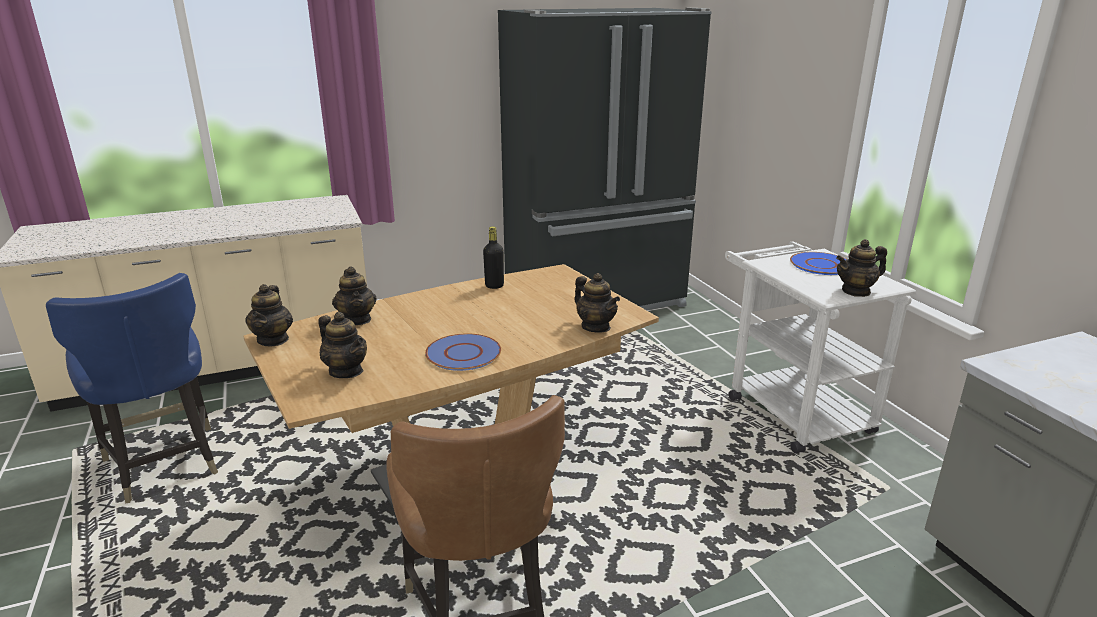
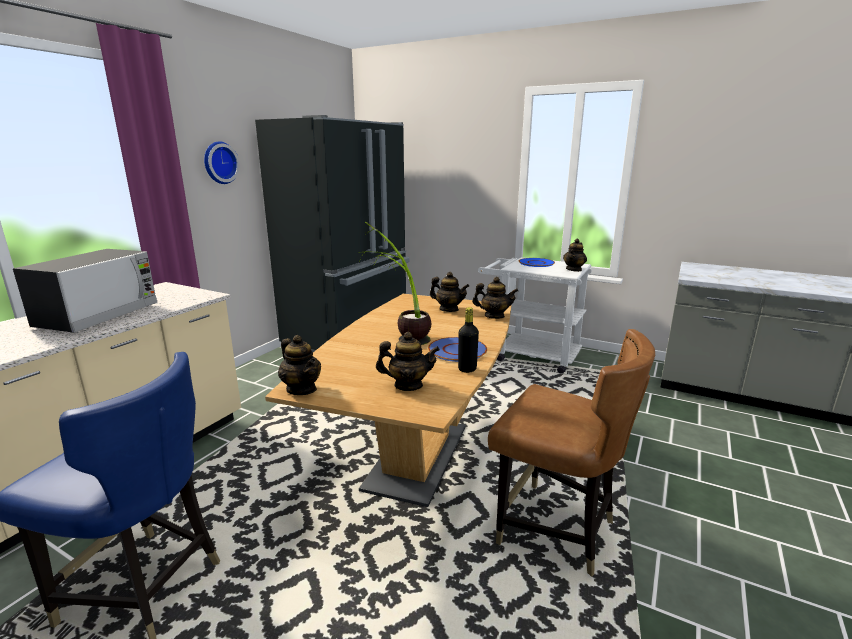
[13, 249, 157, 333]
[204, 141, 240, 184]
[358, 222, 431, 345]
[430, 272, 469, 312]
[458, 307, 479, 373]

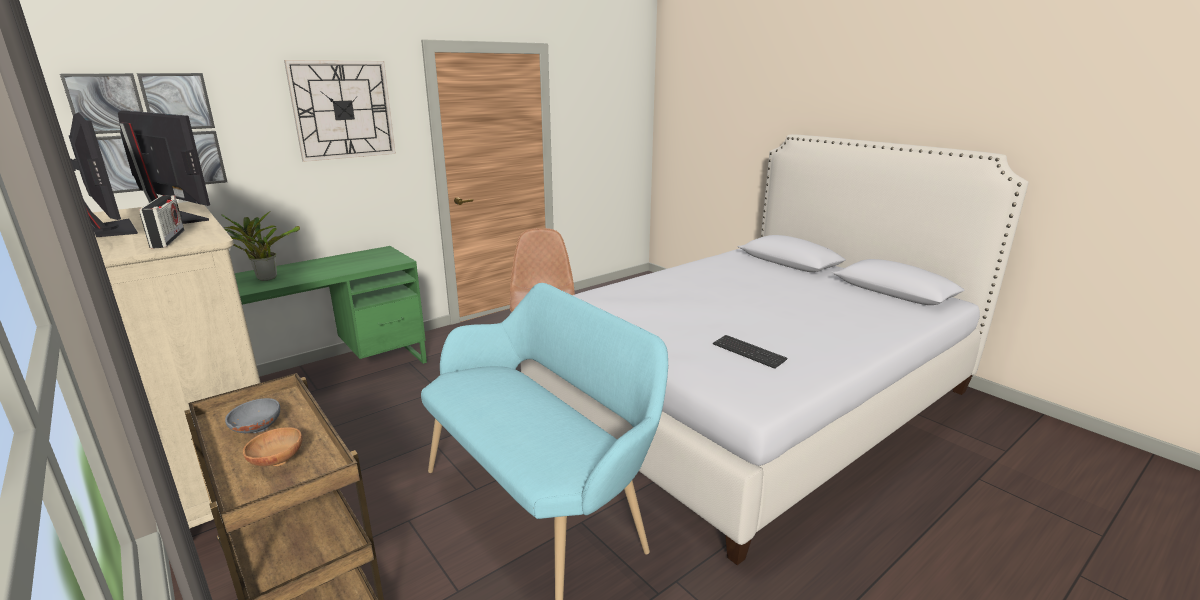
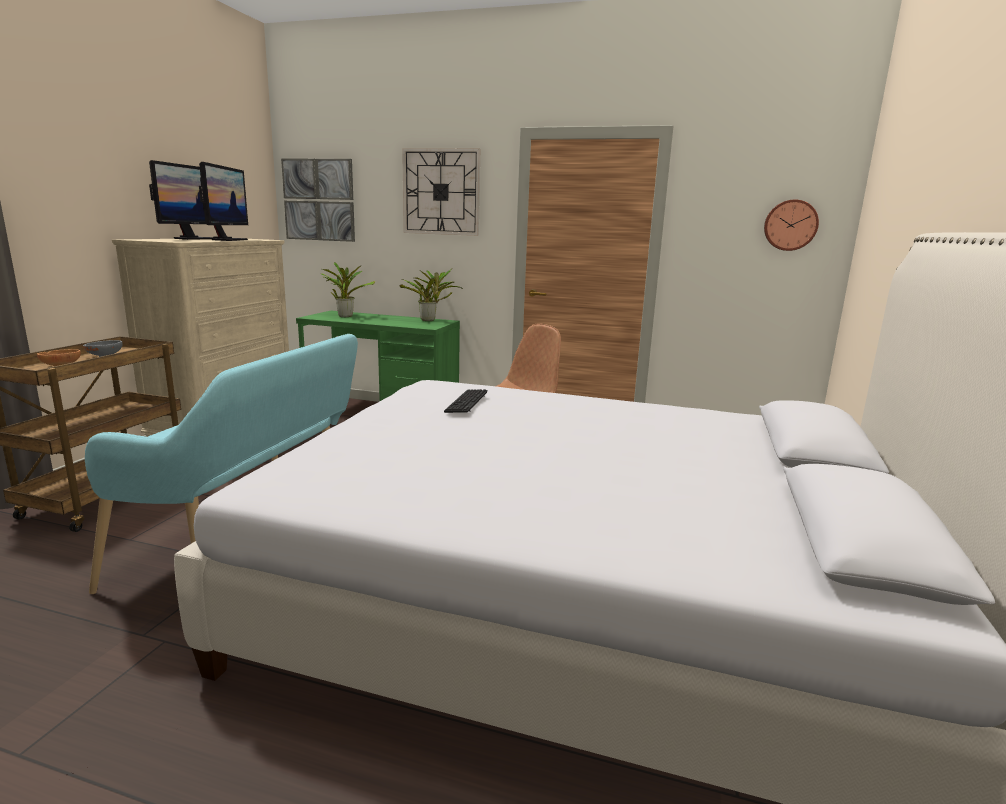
[139, 195, 184, 249] (first image)
[400, 270, 463, 321]
[764, 199, 819, 251]
[444, 389, 488, 413]

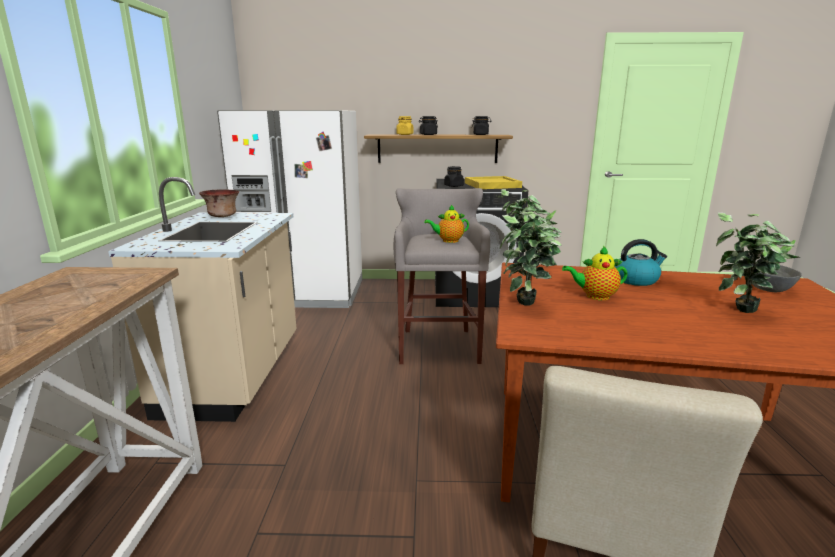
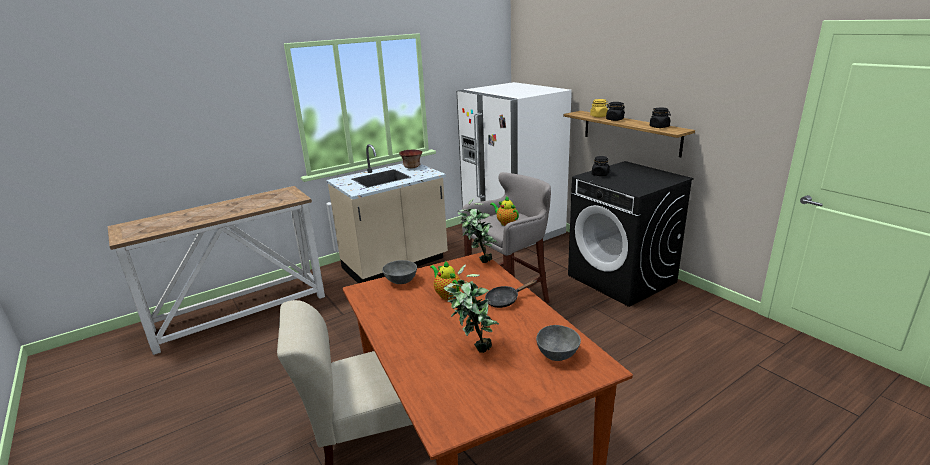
[465, 176, 522, 189] (first image)
[382, 260, 417, 284]
[485, 280, 536, 308]

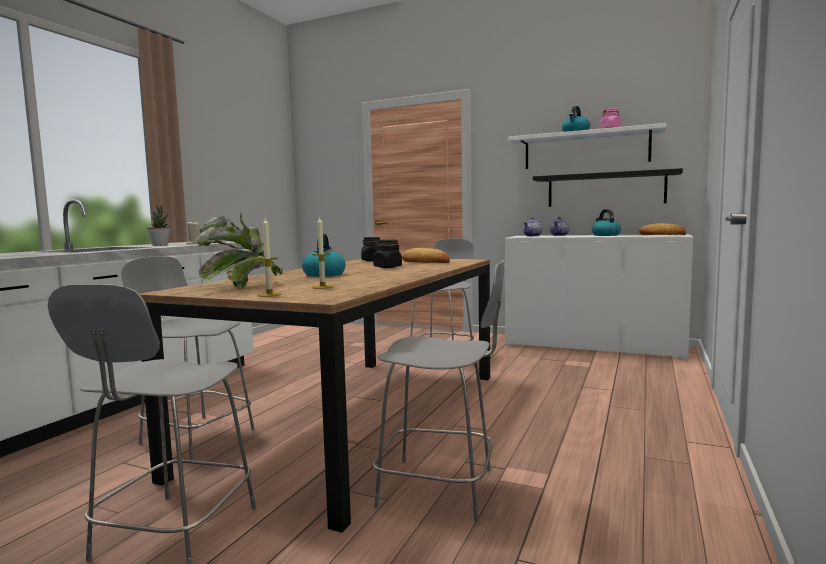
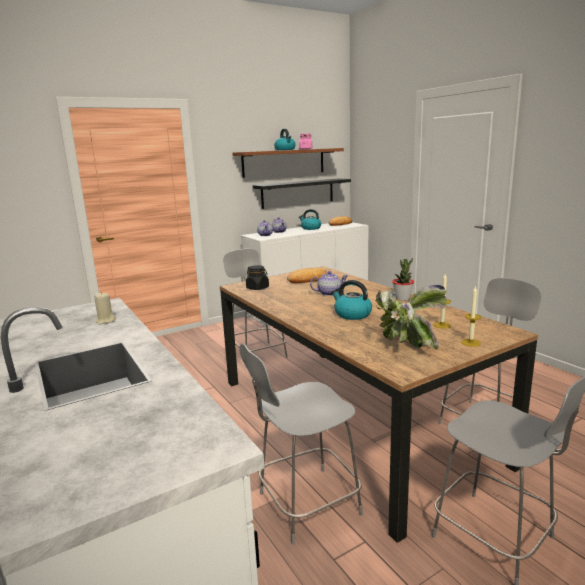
[392, 258, 414, 301]
[310, 271, 348, 296]
[232, 148, 344, 178]

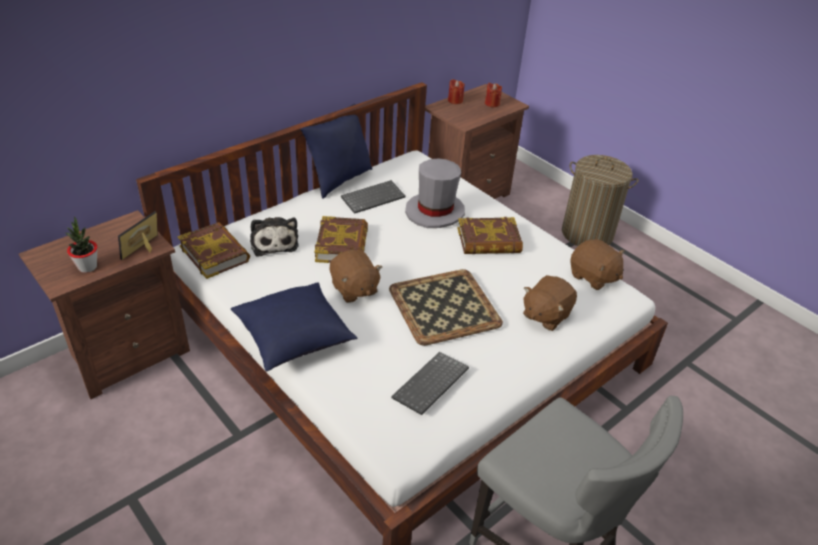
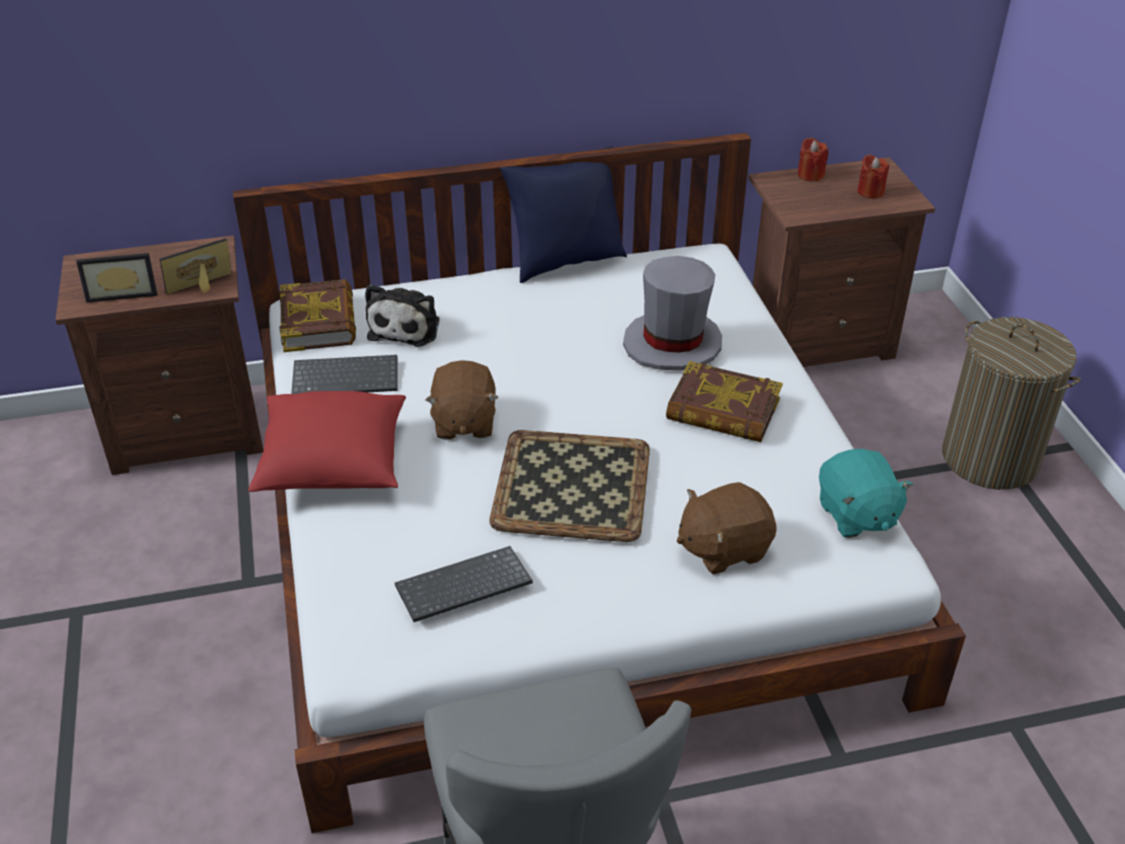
[315, 216, 368, 263] (first image)
[291, 355, 397, 394]
[76, 253, 157, 303]
[248, 391, 406, 492]
[819, 449, 913, 538]

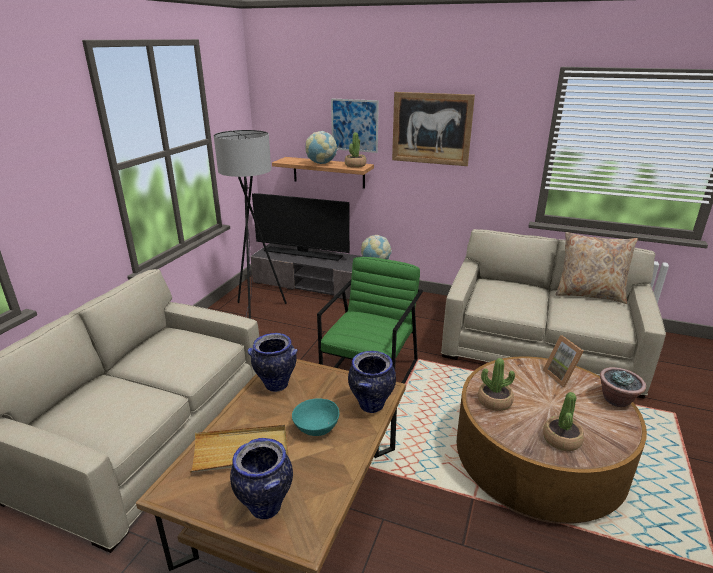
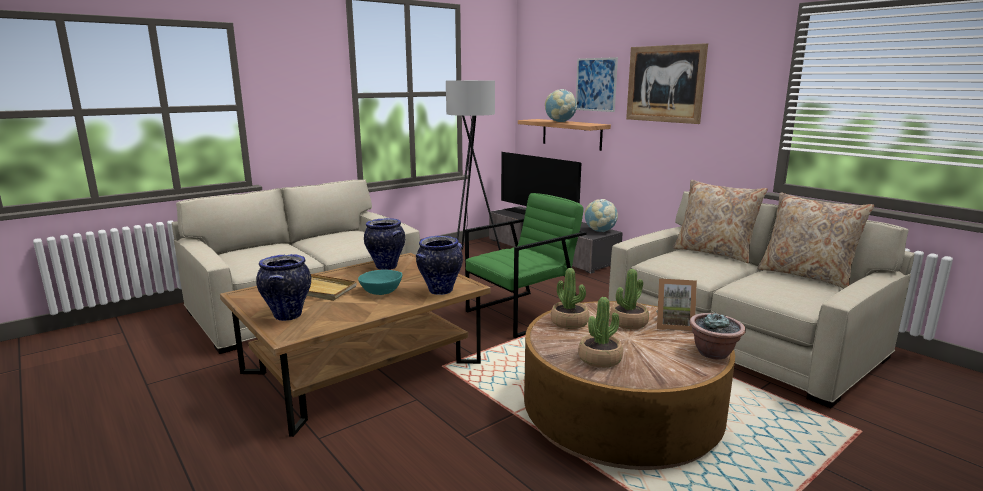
[673, 180, 768, 263]
[610, 269, 649, 329]
[656, 278, 697, 331]

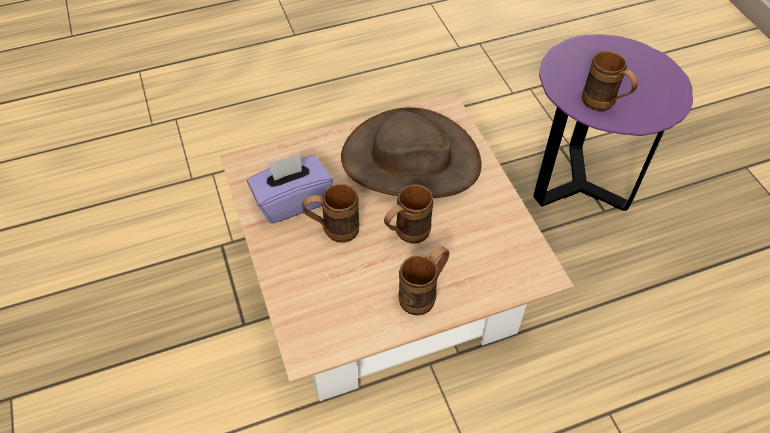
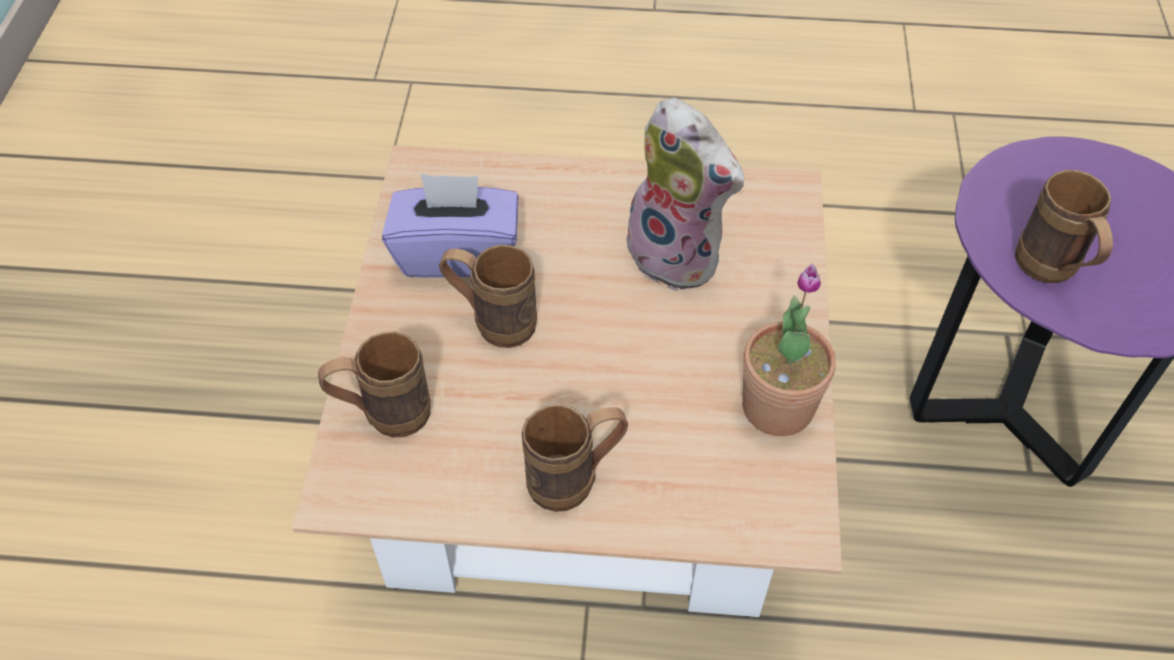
[742, 264, 836, 436]
[318, 331, 431, 437]
[618, 98, 744, 291]

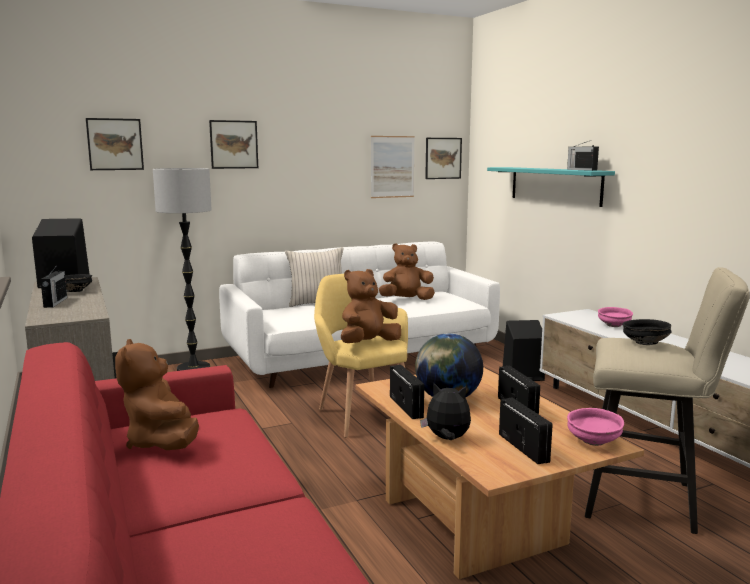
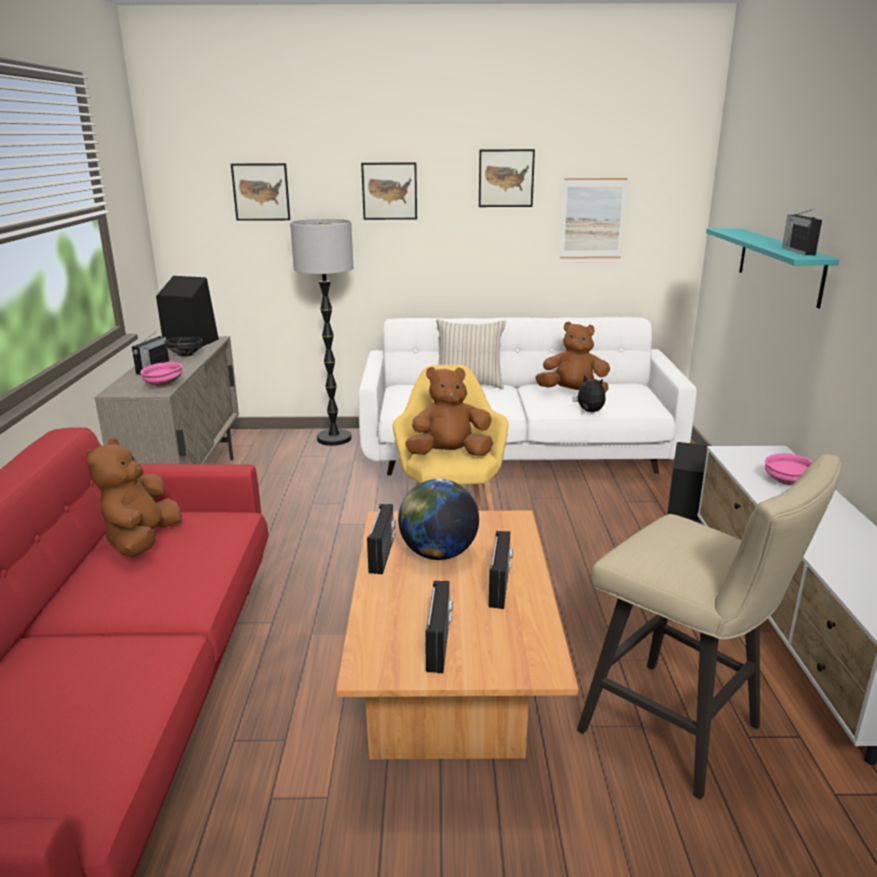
[622, 319, 672, 345] (first image)
[572, 374, 606, 412]
[479, 149, 535, 207]
[140, 362, 183, 387]

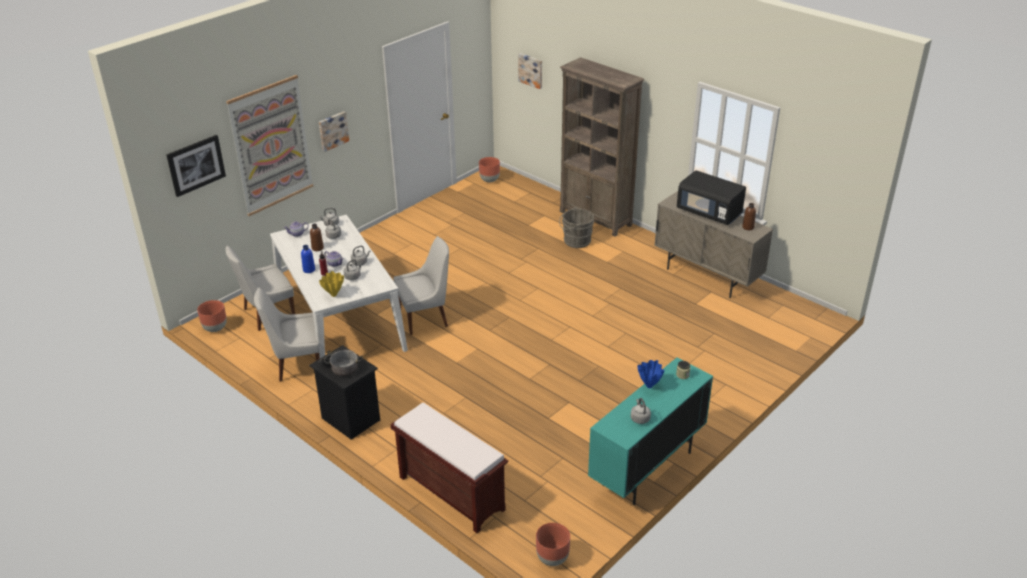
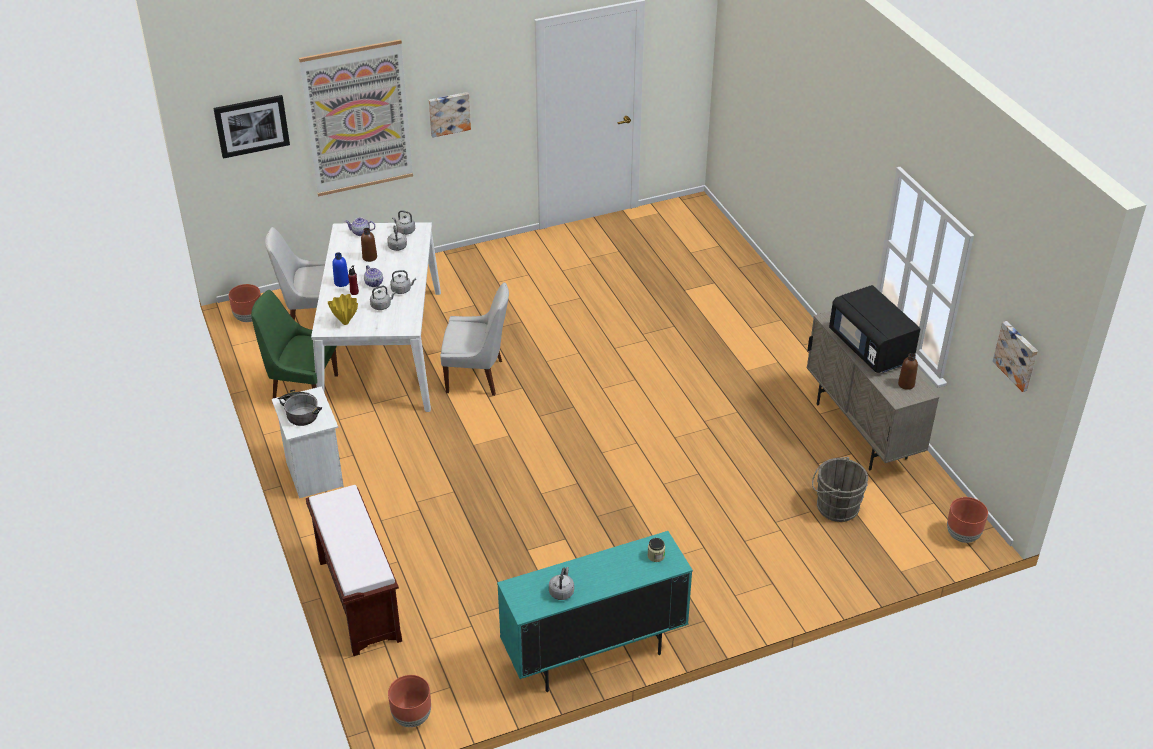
[560, 57, 644, 236] (first image)
[637, 360, 665, 388] (first image)
[947, 497, 988, 543]
[993, 321, 1038, 392]
[812, 457, 868, 522]
[251, 290, 338, 398]
[272, 386, 344, 498]

